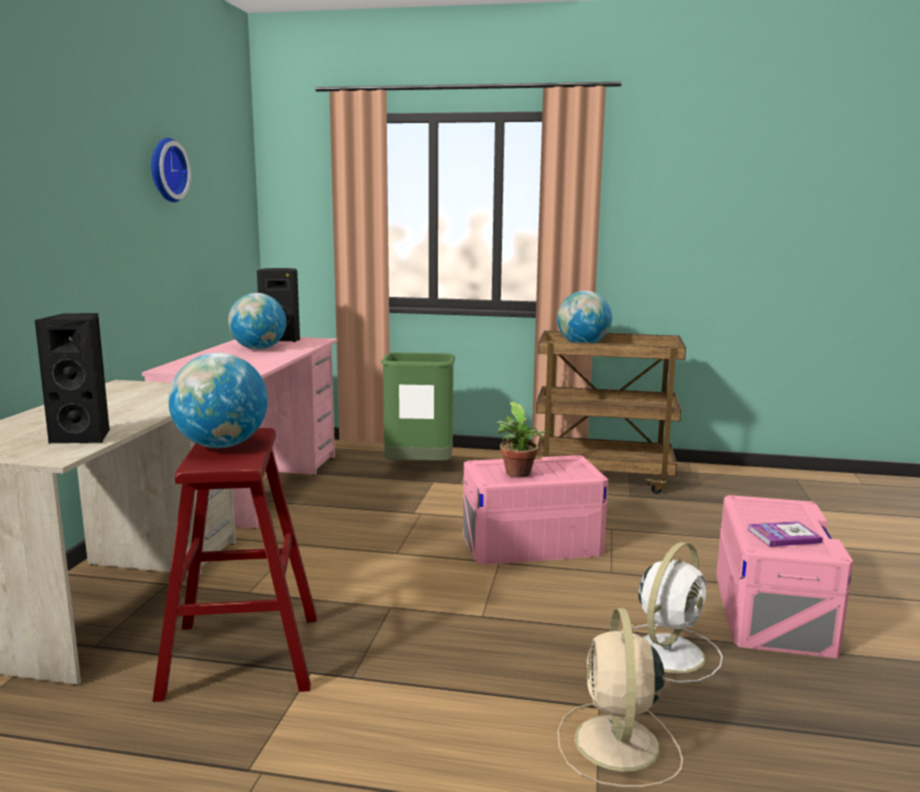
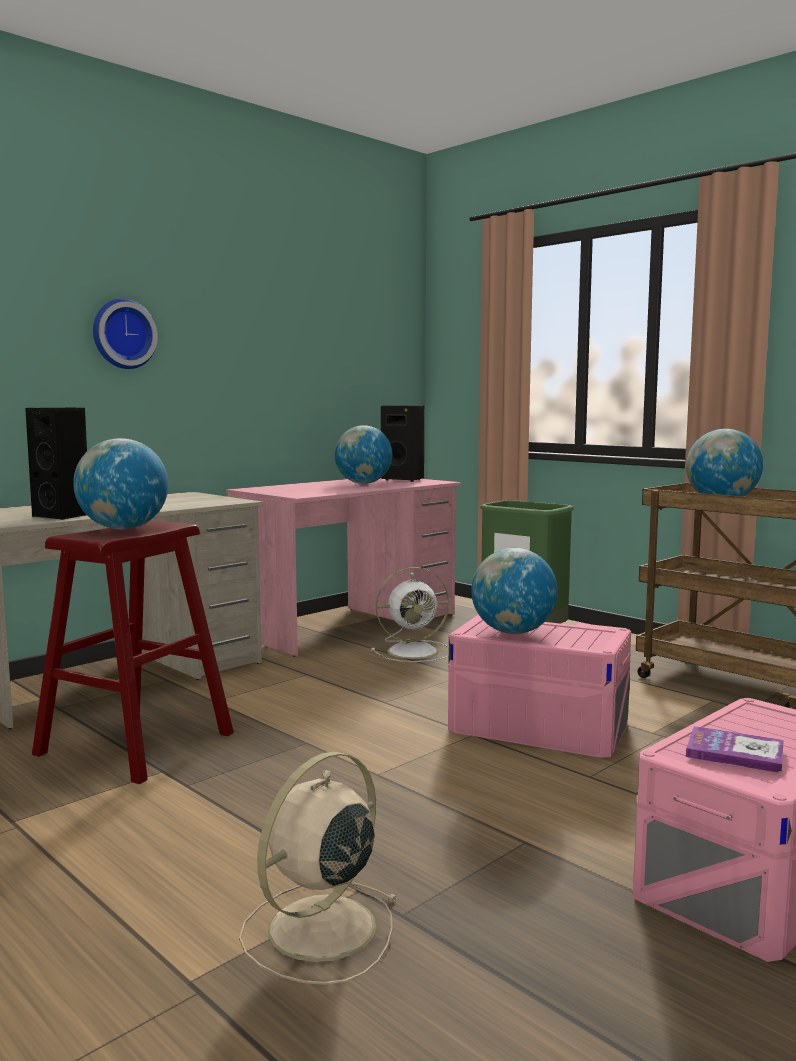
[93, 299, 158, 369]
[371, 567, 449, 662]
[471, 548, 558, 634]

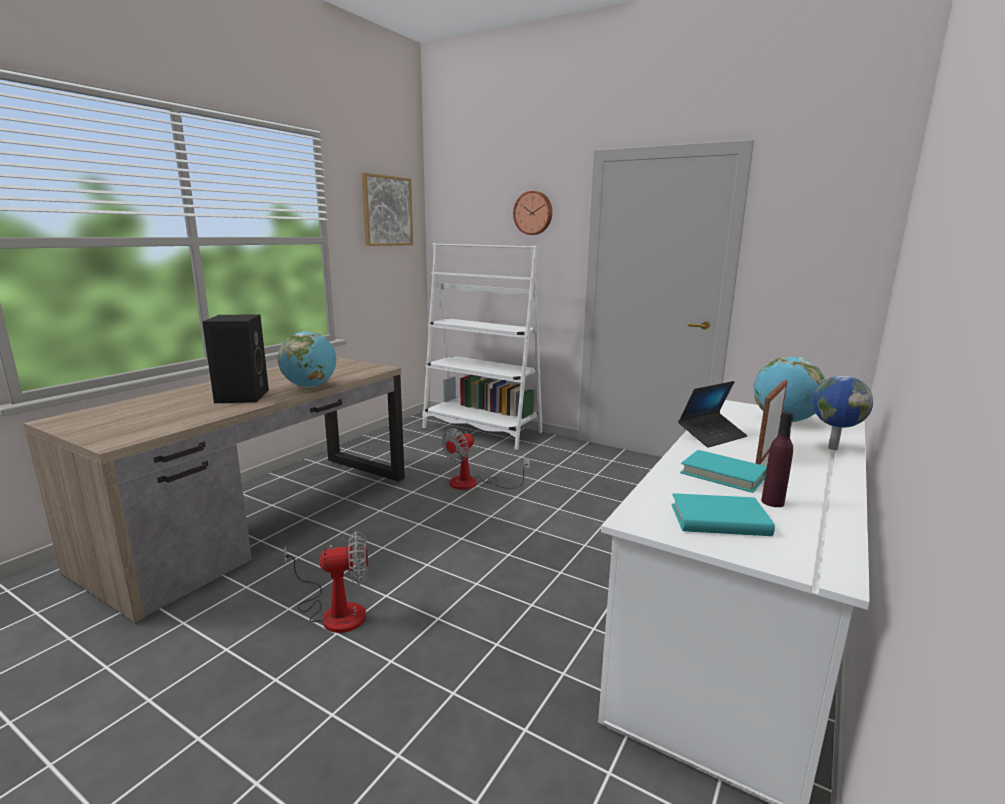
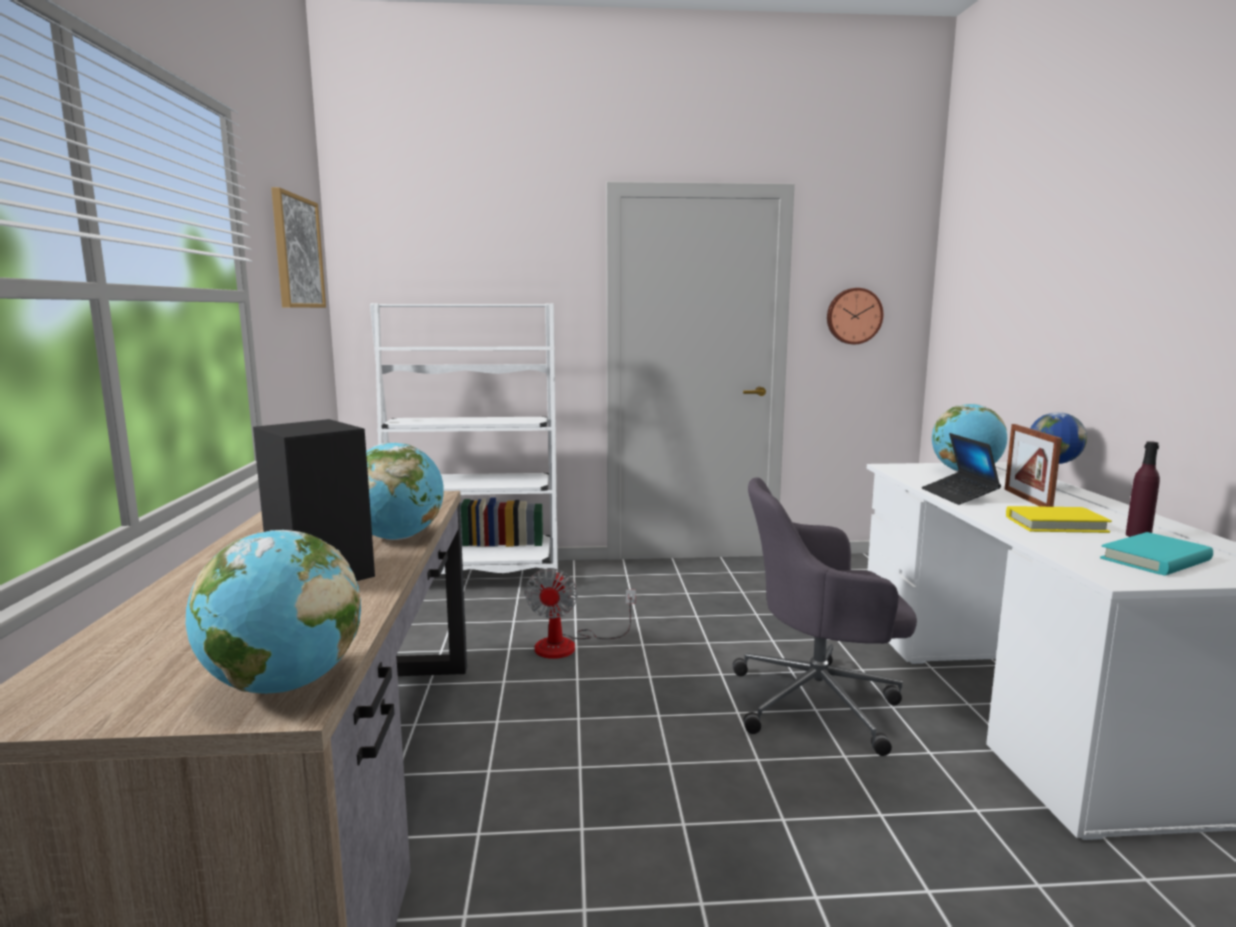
[284, 530, 368, 633] (first image)
[186, 530, 361, 694]
[733, 477, 917, 756]
[827, 288, 883, 344]
[1006, 506, 1112, 533]
[922, 433, 1001, 505]

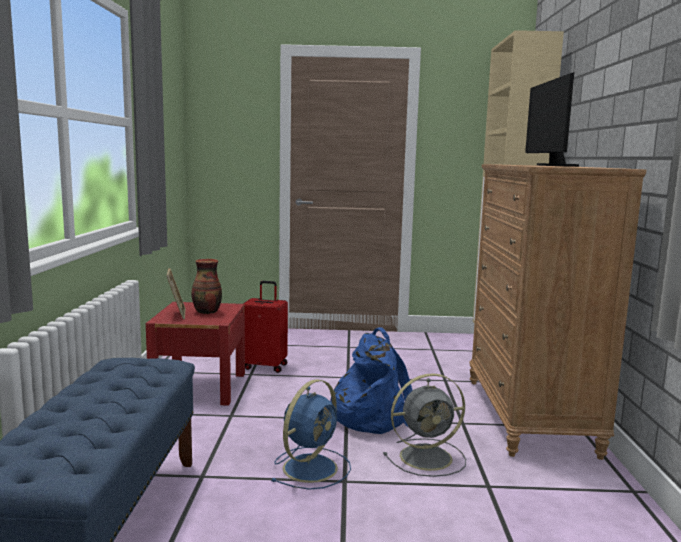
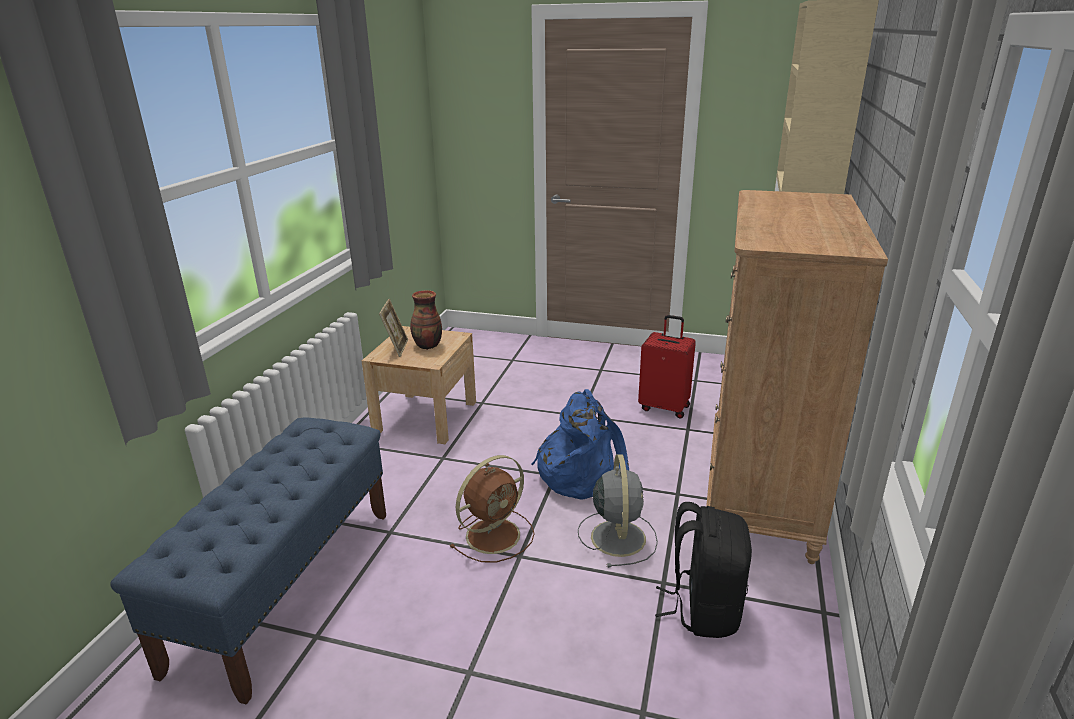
[525, 72, 579, 167] (first image)
[655, 502, 752, 638]
[638, 315, 696, 419]
[362, 326, 476, 444]
[450, 455, 534, 563]
[578, 454, 658, 568]

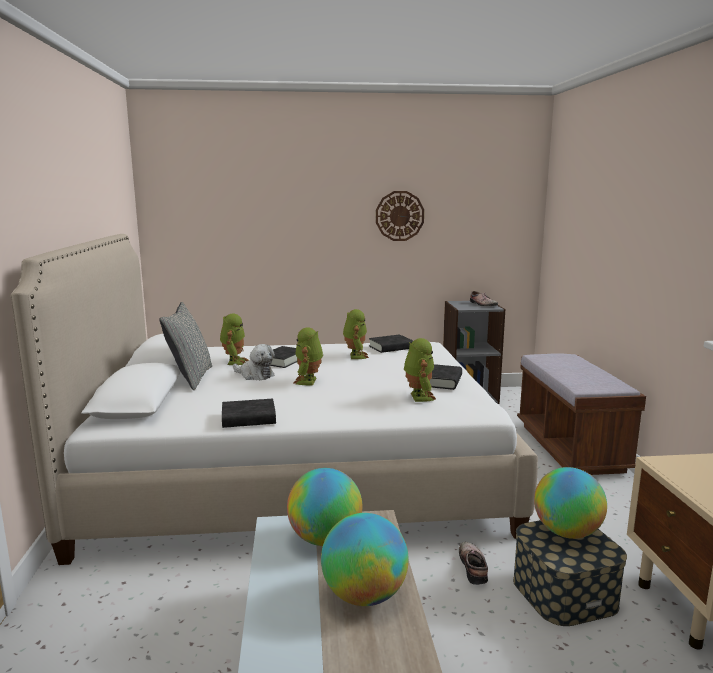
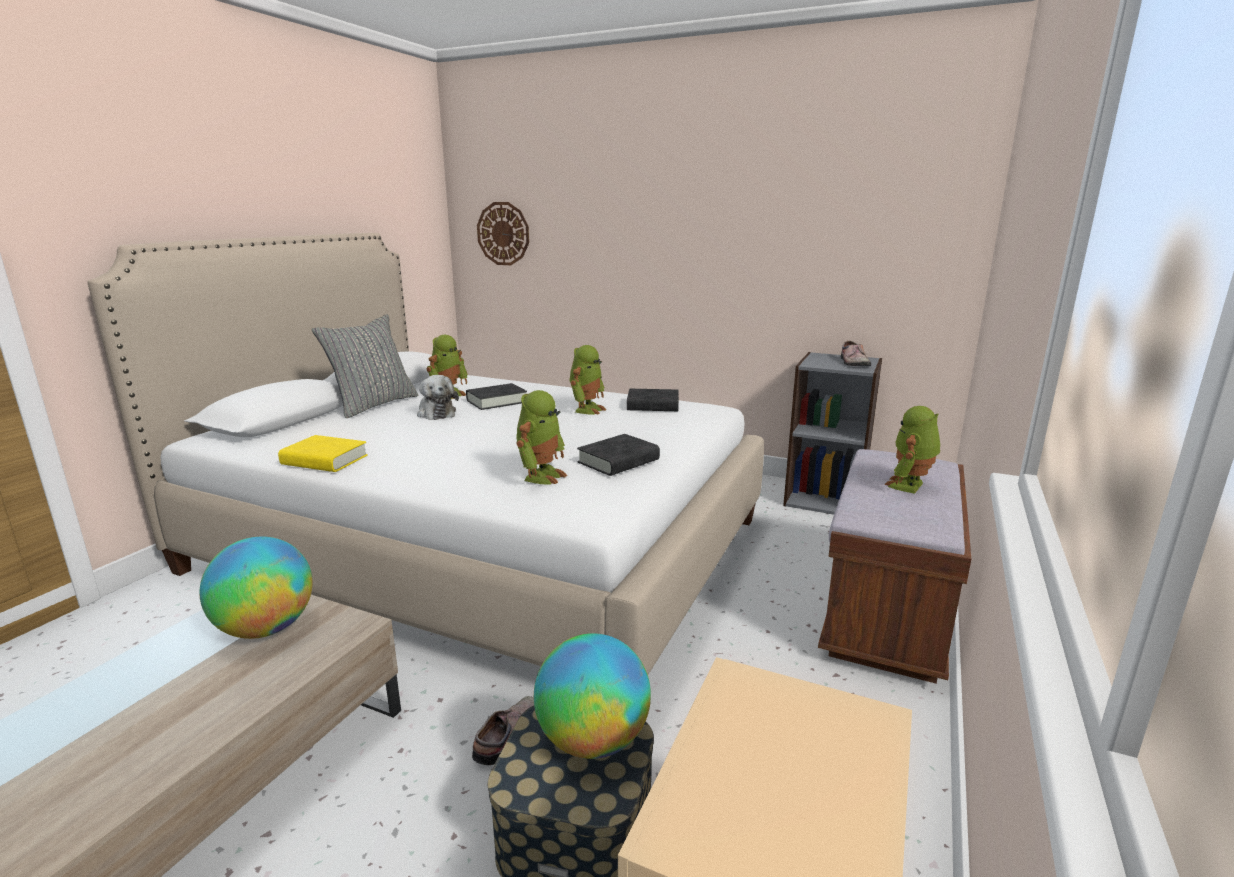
[321, 513, 409, 606] (first image)
[884, 406, 940, 494]
[477, 202, 529, 265]
[278, 435, 368, 472]

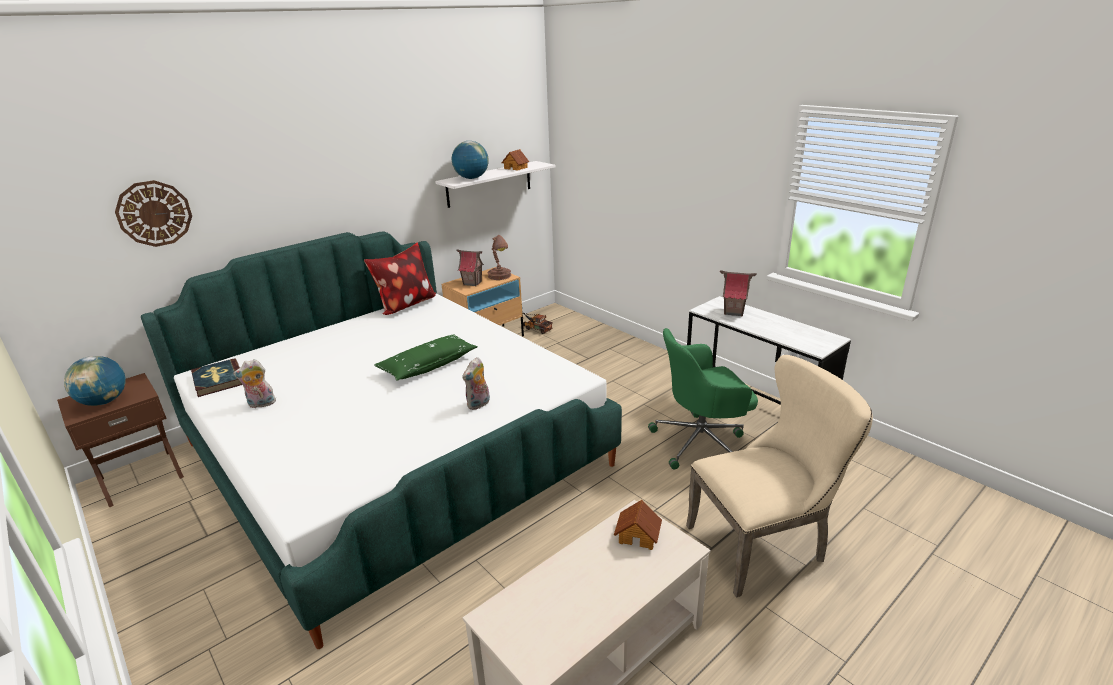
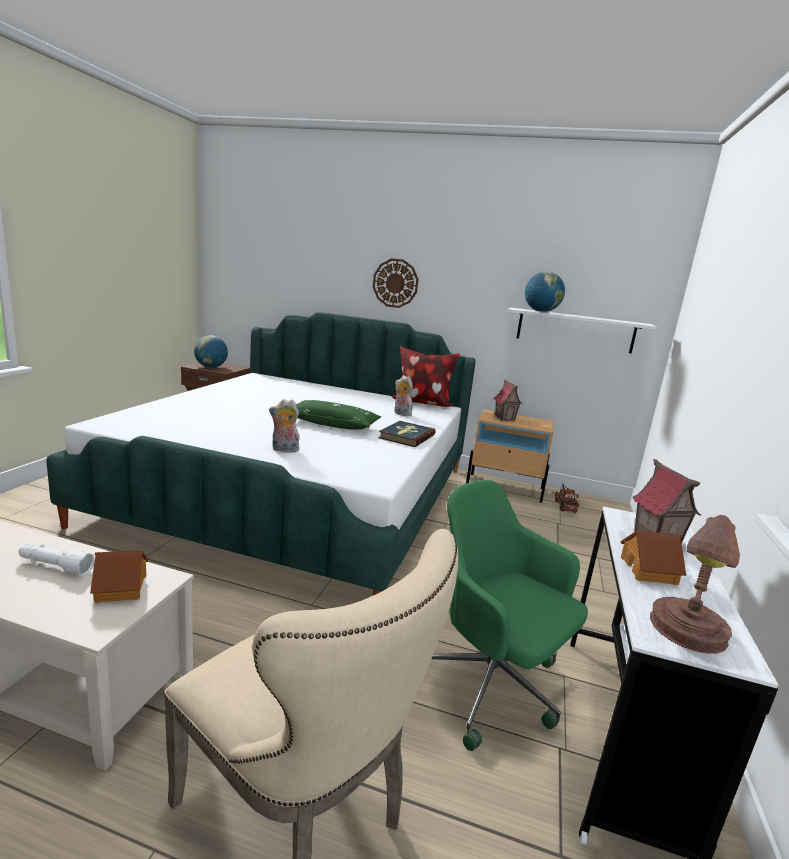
[19, 544, 94, 575]
[373, 258, 419, 308]
[378, 421, 436, 447]
[394, 375, 413, 416]
[650, 515, 740, 654]
[621, 530, 686, 585]

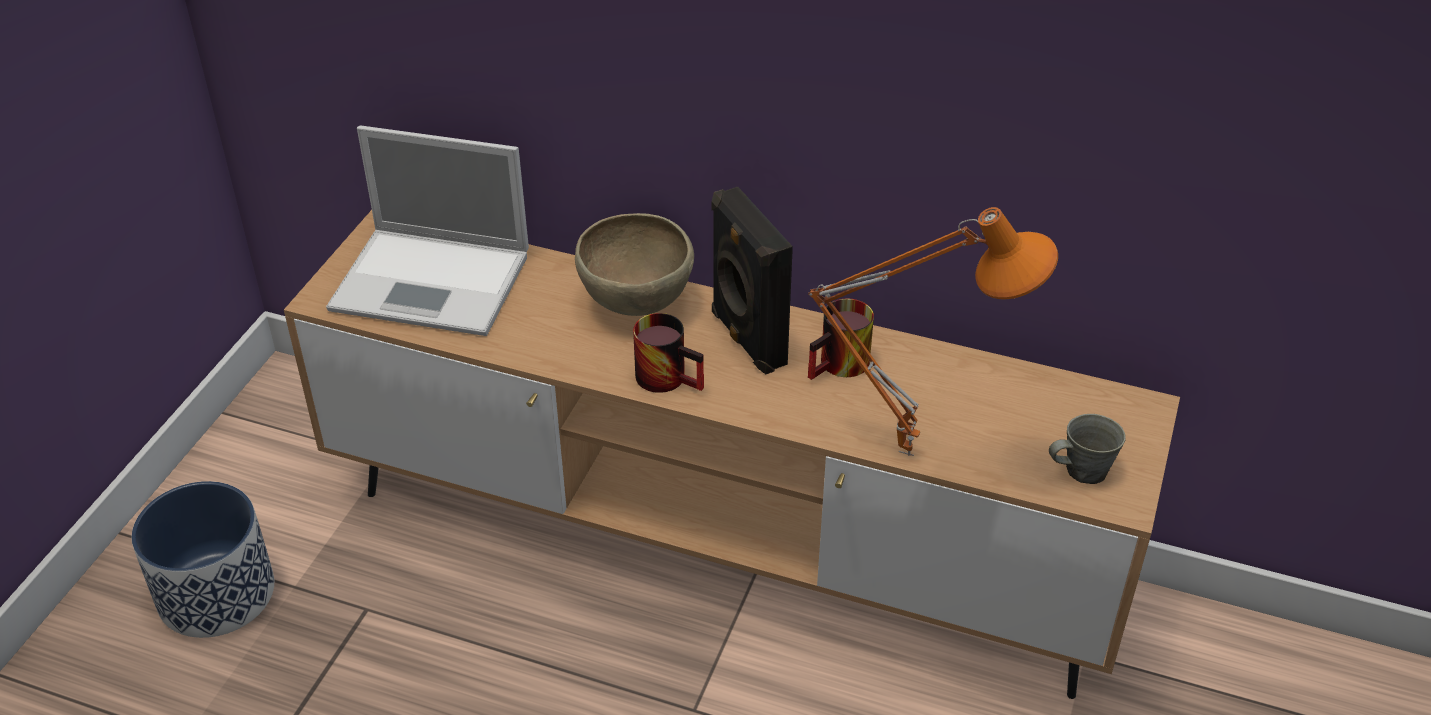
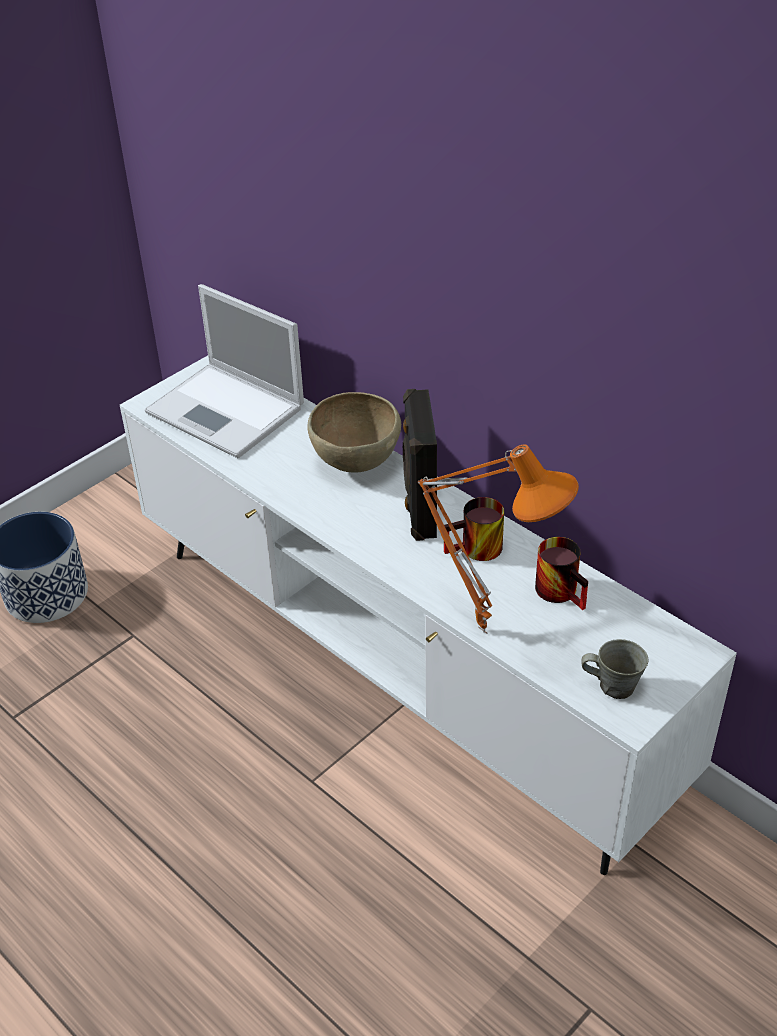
[535, 537, 588, 610]
[120, 356, 737, 875]

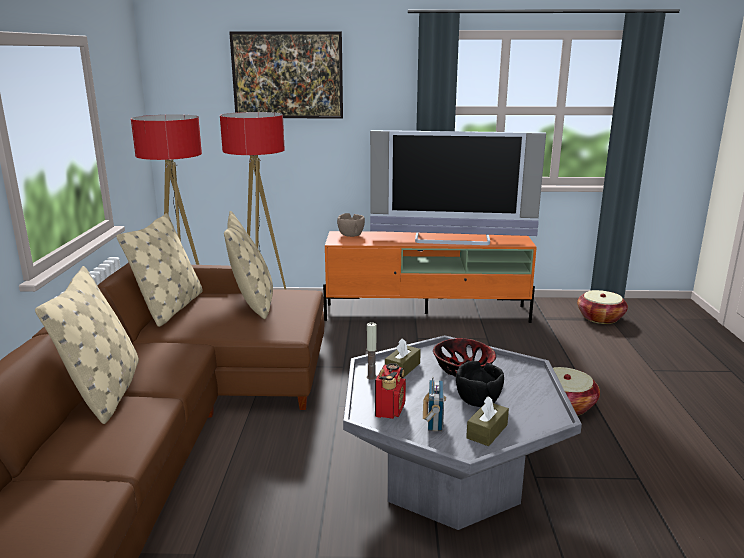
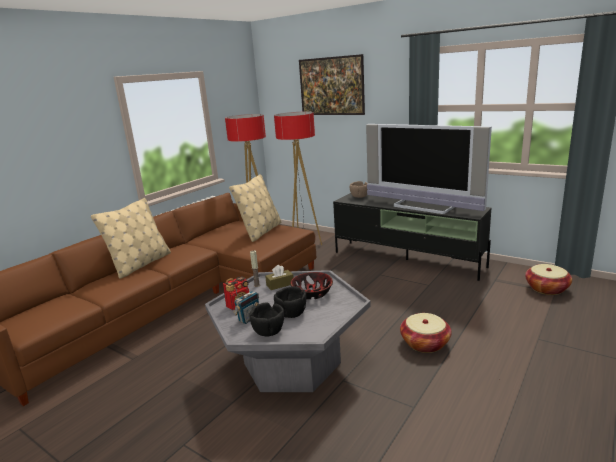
[116, 213, 203, 327] (first image)
[250, 303, 284, 337]
[333, 193, 491, 281]

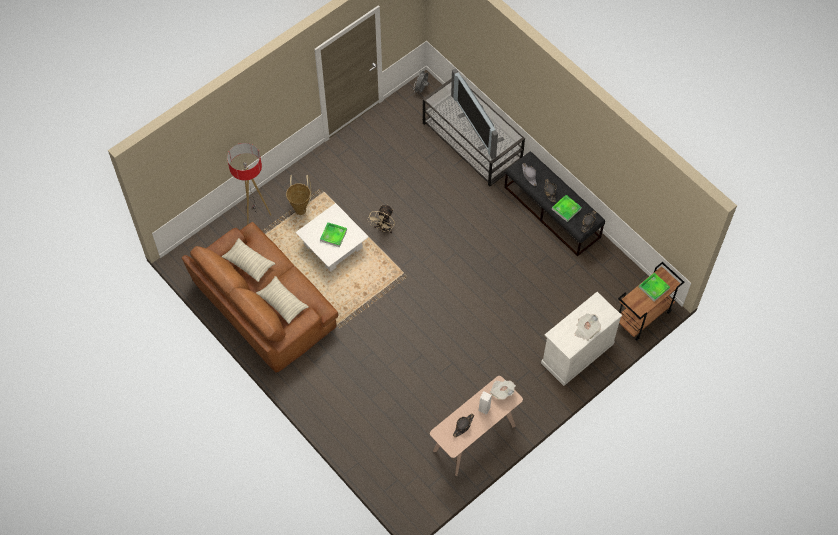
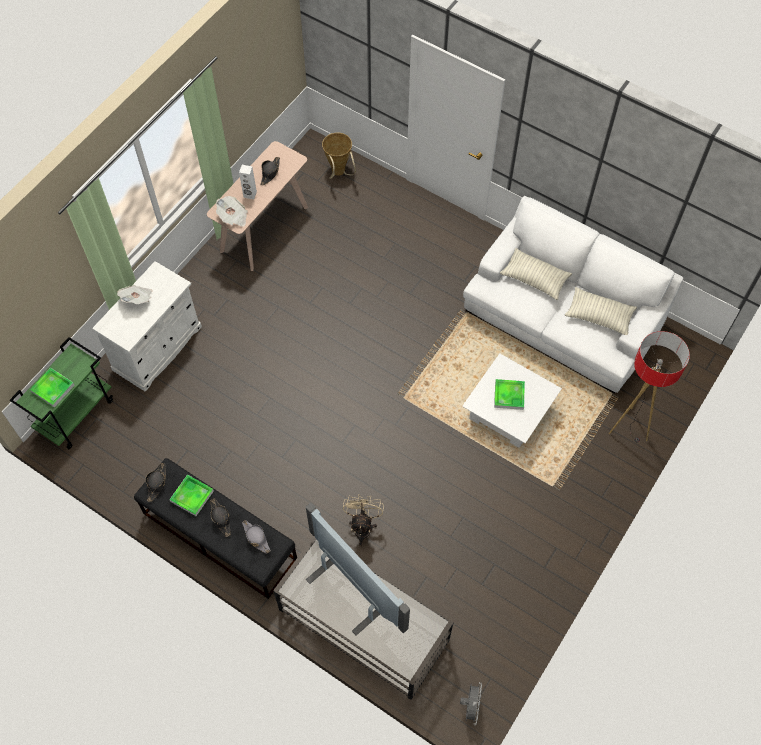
[322, 132, 356, 179]
[343, 494, 384, 546]
[463, 196, 683, 393]
[10, 337, 113, 449]

